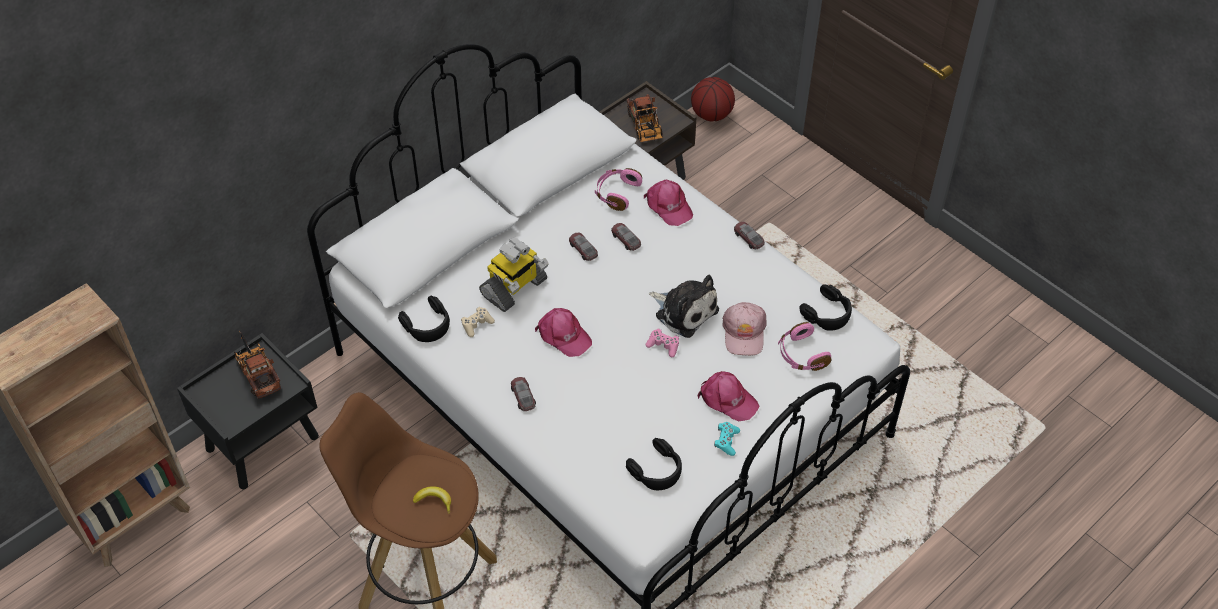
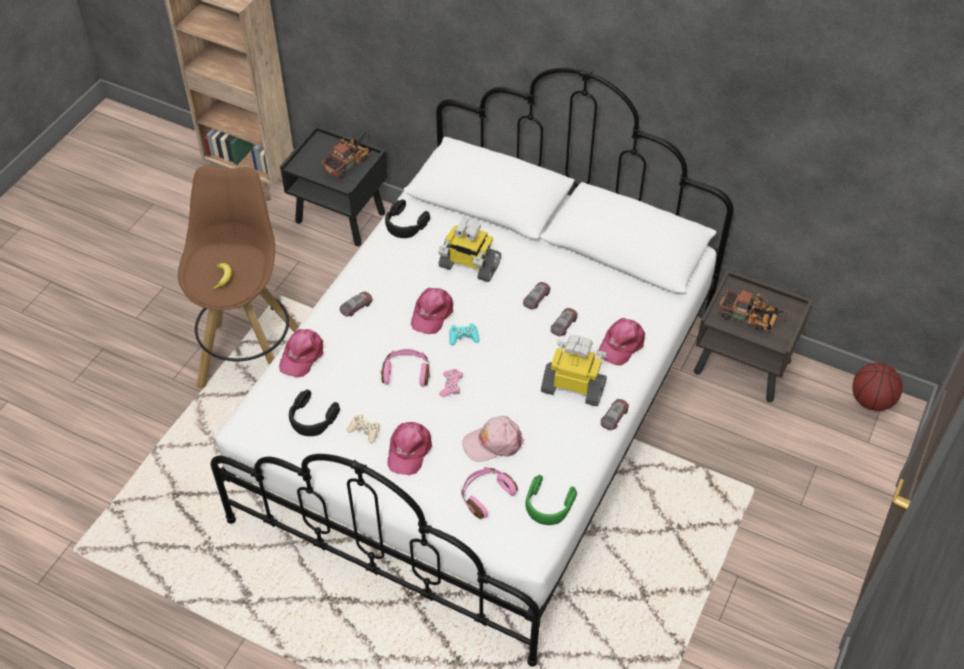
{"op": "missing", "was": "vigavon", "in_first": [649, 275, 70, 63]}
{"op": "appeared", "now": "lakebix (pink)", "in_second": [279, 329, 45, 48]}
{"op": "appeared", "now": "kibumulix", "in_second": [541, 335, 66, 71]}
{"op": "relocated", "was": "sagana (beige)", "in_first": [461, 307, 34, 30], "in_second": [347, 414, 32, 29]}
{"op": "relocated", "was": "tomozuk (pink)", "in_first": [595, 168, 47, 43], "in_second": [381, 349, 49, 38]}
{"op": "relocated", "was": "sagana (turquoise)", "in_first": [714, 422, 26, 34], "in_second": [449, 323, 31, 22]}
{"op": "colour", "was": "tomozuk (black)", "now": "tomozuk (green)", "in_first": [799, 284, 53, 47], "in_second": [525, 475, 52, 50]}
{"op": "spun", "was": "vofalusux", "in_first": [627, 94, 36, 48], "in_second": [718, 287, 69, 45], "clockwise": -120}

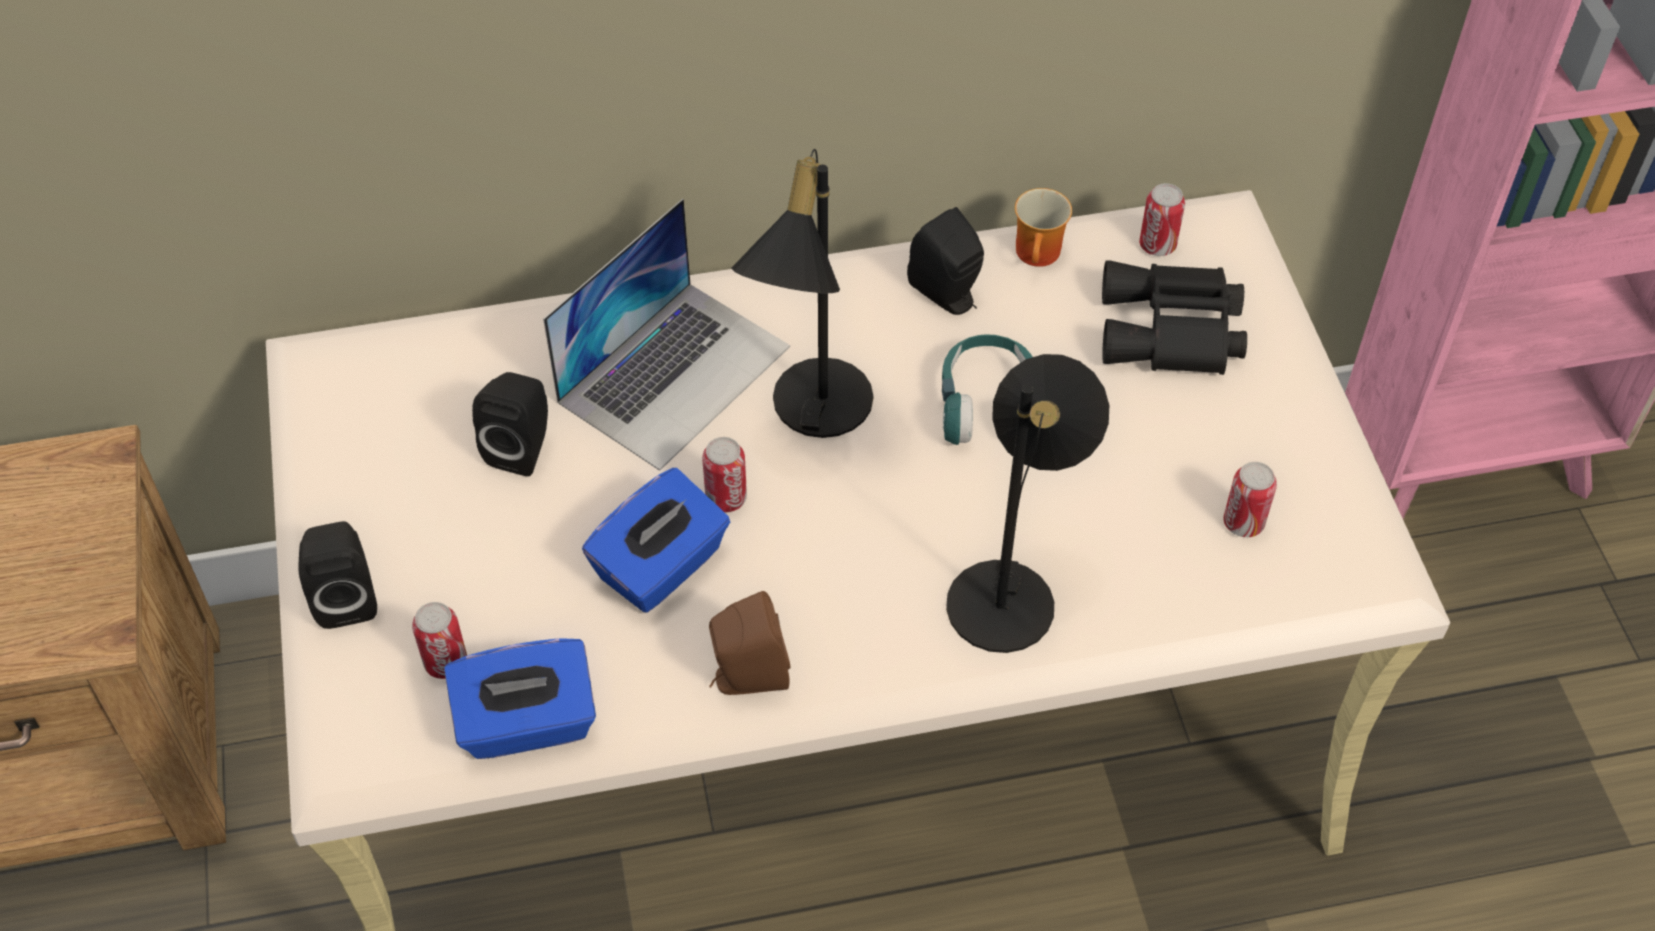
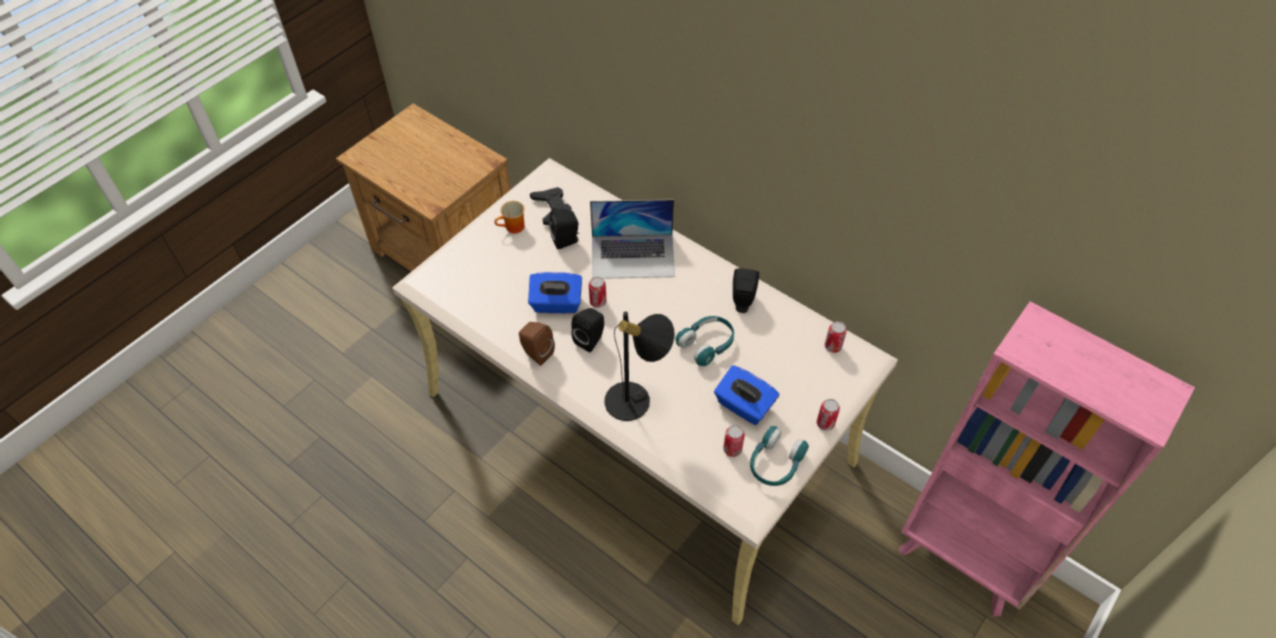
{"op": "missing", "was": "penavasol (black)", "in_first": [731, 149, 142, 289]}
{"op": "missing", "was": "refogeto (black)", "in_first": [1102, 260, 145, 115]}
{"op": "appeared", "now": "sagana (black)", "in_second": [530, 187, 42, 38]}
{"op": "appeared", "now": "tomozuk (turquoise)", "in_second": [750, 426, 59, 60]}
{"op": "relocated", "was": "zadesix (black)", "in_first": [298, 521, 79, 108], "in_second": [571, 308, 33, 45]}
{"op": "relocated", "was": "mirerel", "in_first": [412, 602, 55, 77], "in_second": [817, 399, 23, 32]}
{"op": "relocated", "was": "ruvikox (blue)", "in_first": [444, 638, 152, 121], "in_second": [714, 365, 65, 60]}
{"op": "relocated", "was": "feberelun", "in_first": [1015, 188, 57, 79], "in_second": [494, 201, 31, 33]}

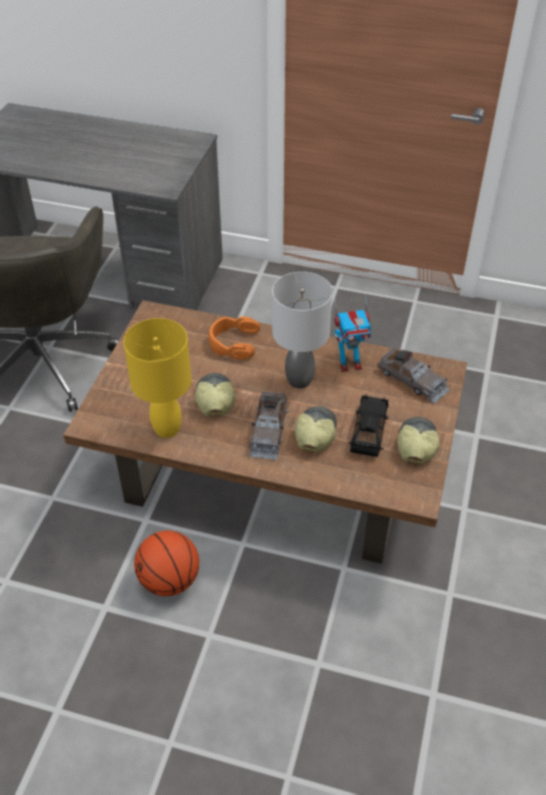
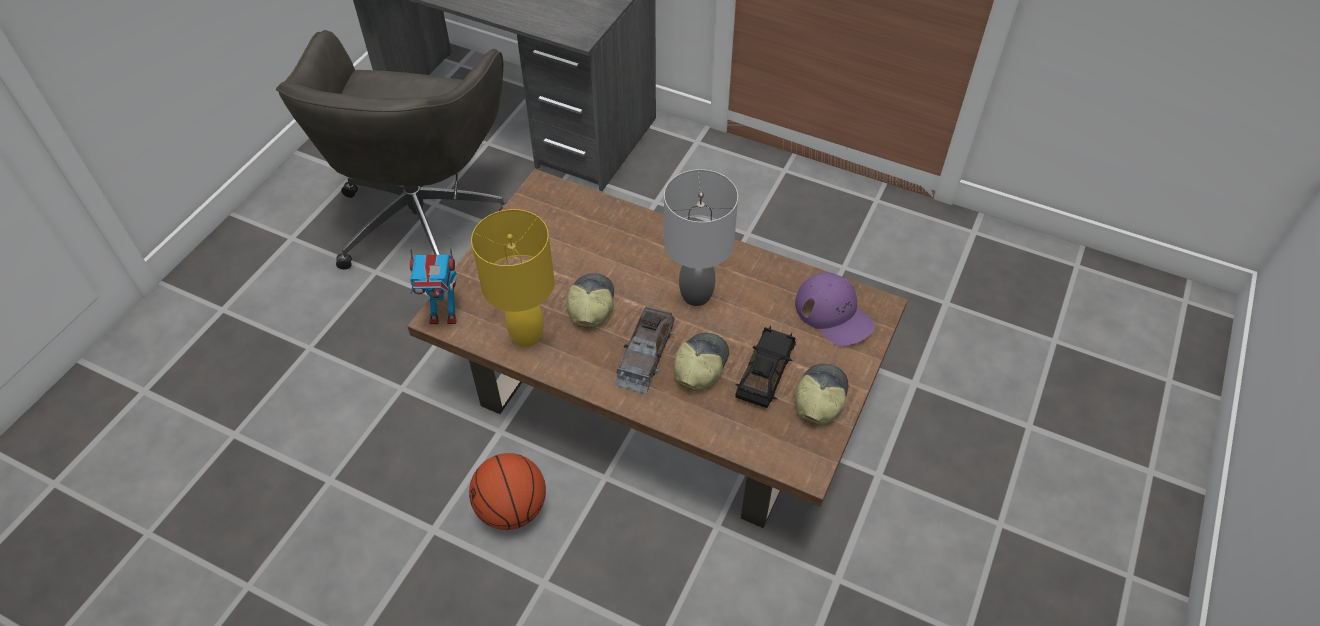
{"op": "missing", "was": "tomozuk (orange)", "in_first": [209, 316, 51, 44]}
{"op": "relocated", "was": "kibumulix", "in_first": [335, 295, 37, 77], "in_second": [409, 237, 48, 87]}
{"op": "exchanged", "was": "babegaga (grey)", "now": "lakebix (purple)", "in_first": [378, 347, 72, 57], "in_second": [795, 273, 80, 73]}

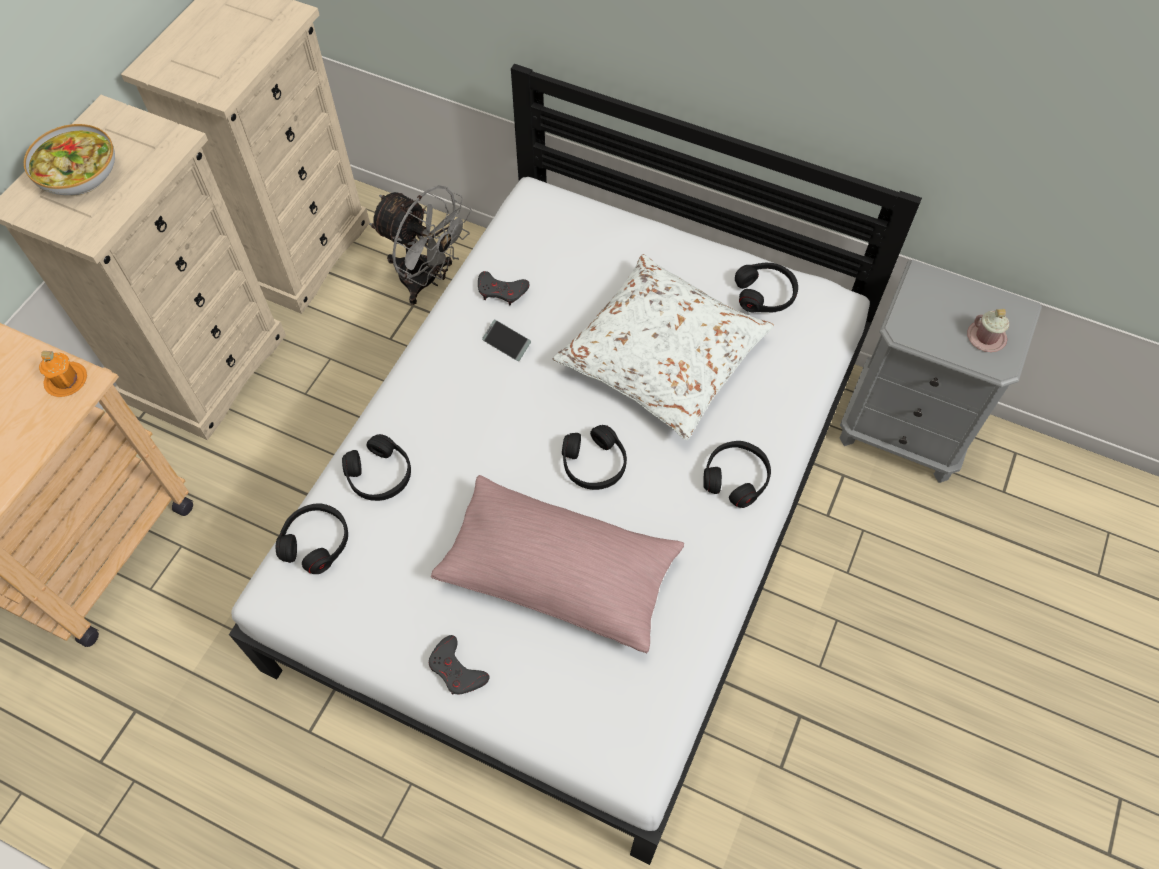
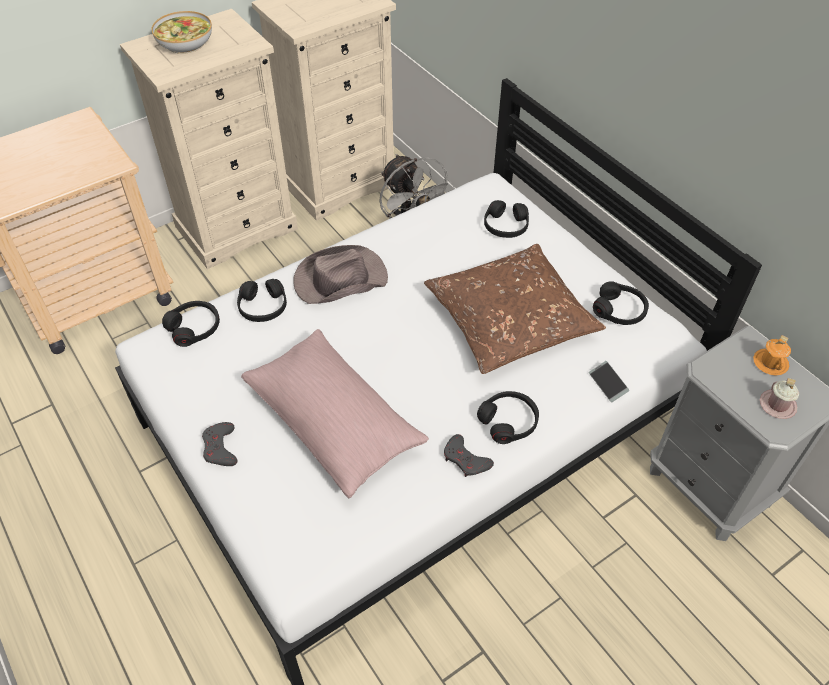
{"op": "appeared", "now": "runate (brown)", "in_second": [293, 245, 95, 59]}
{"op": "relocated", "was": "feberelun (orange)", "in_first": [39, 351, 48, 46], "in_second": [753, 335, 38, 40]}
{"op": "relocated", "was": "sagana (grey)", "in_first": [478, 271, 51, 34], "in_second": [444, 434, 50, 43]}
{"op": "relocated", "was": "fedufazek", "in_first": [482, 320, 49, 41], "in_second": [589, 361, 40, 41]}
{"op": "relocated", "was": "tomozuk (black)", "in_first": [562, 425, 65, 65], "in_second": [484, 200, 45, 38]}
{"op": "colour", "was": "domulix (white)", "now": "domulix (brown)", "in_first": [552, 254, 222, 186], "in_second": [424, 244, 182, 130]}

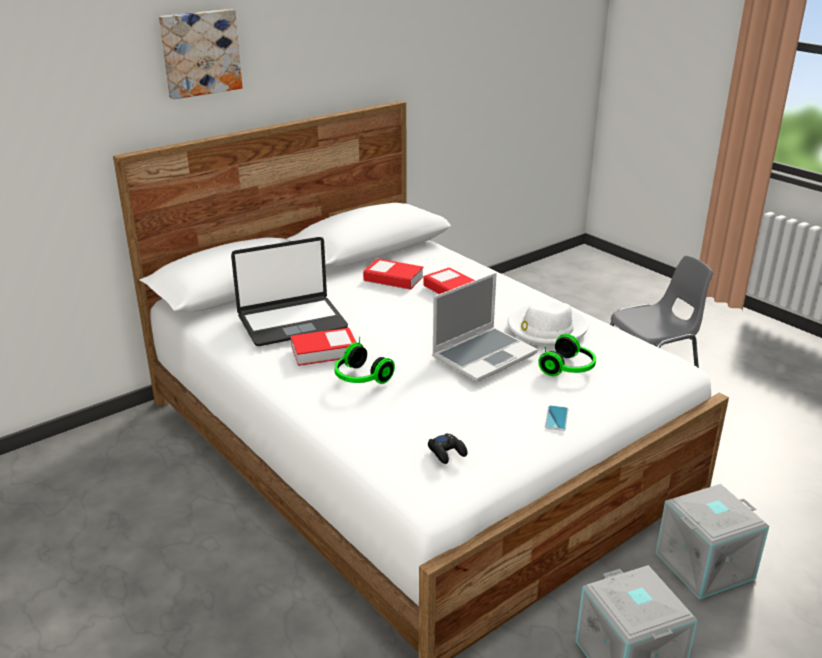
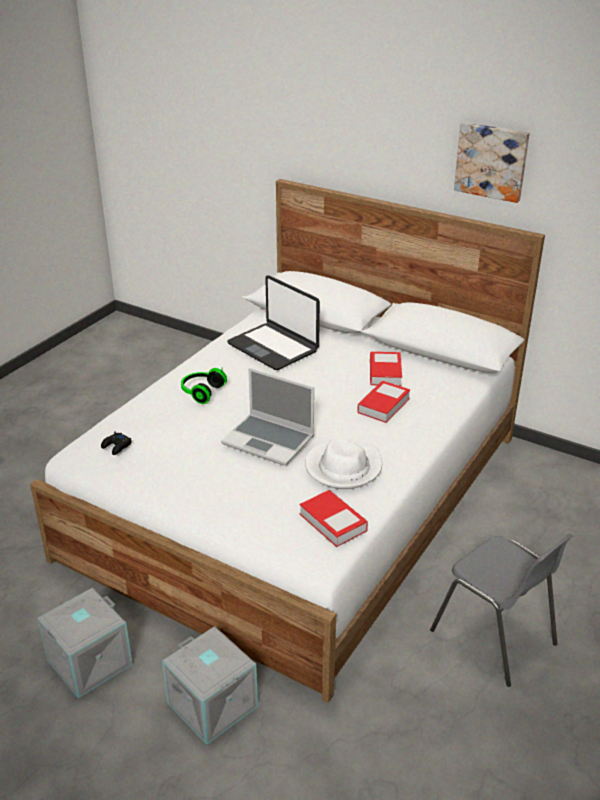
{"op": "missing", "was": "tomozuk", "in_first": [538, 334, 58, 42]}
{"op": "missing", "was": "fedufazek", "in_first": [545, 405, 23, 26]}
{"op": "relocated", "was": "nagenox", "in_first": [159, 9, 84, 90], "in_second": [454, 122, 76, 81]}
{"op": "relocated", "was": "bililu", "in_first": [291, 328, 65, 38], "in_second": [299, 490, 69, 57]}

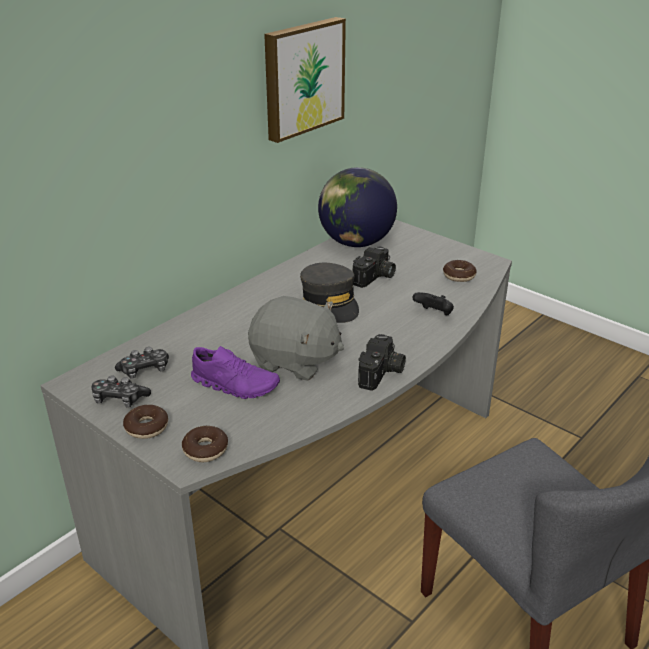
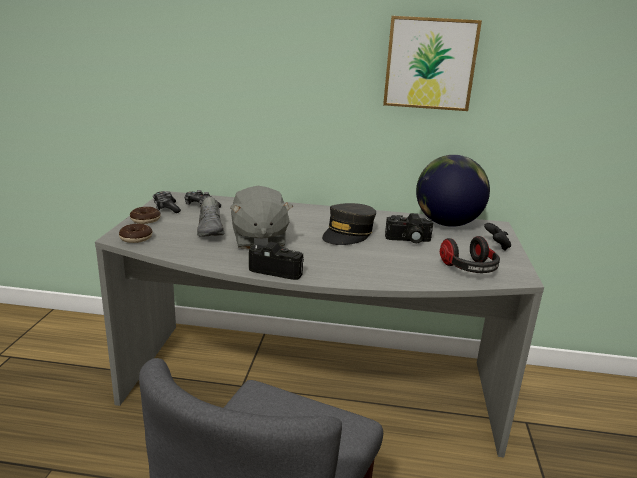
{"op": "relocated", "was": "sagana (black)", "in_first": [412, 292, 42, 23], "in_second": [484, 223, 27, 28]}
{"op": "exchanged", "was": "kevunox", "now": "tomozuk", "in_first": [443, 260, 34, 22], "in_second": [440, 236, 60, 37]}
{"op": "colour", "was": "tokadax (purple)", "now": "tokadax (grey)", "in_first": [191, 346, 89, 53], "in_second": [197, 197, 27, 40]}
{"op": "spun", "was": "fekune", "in_first": [358, 334, 48, 57], "in_second": [249, 242, 55, 38], "clockwise": -150}

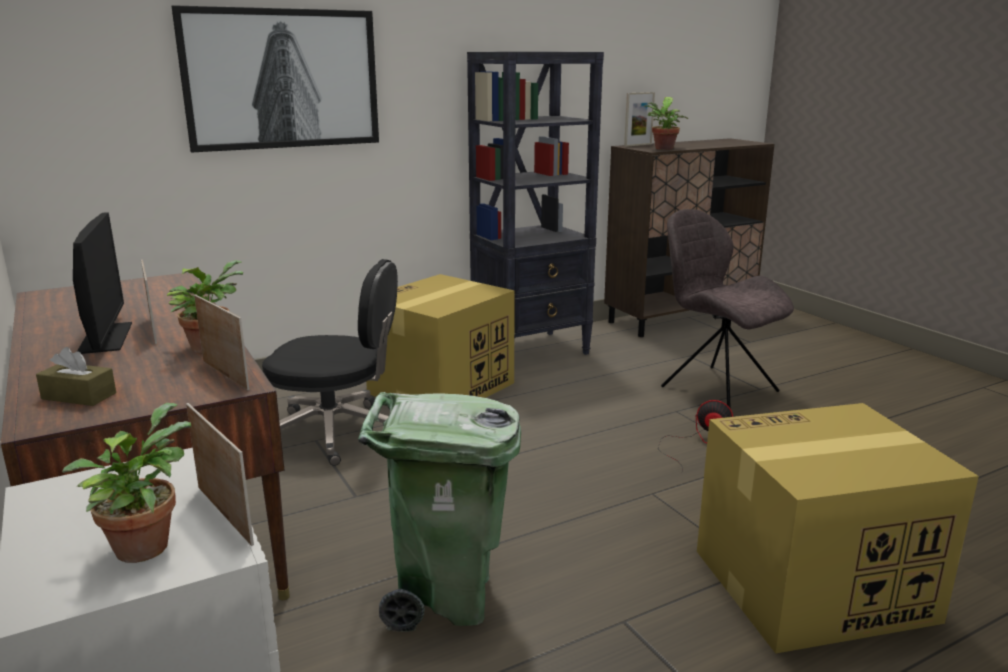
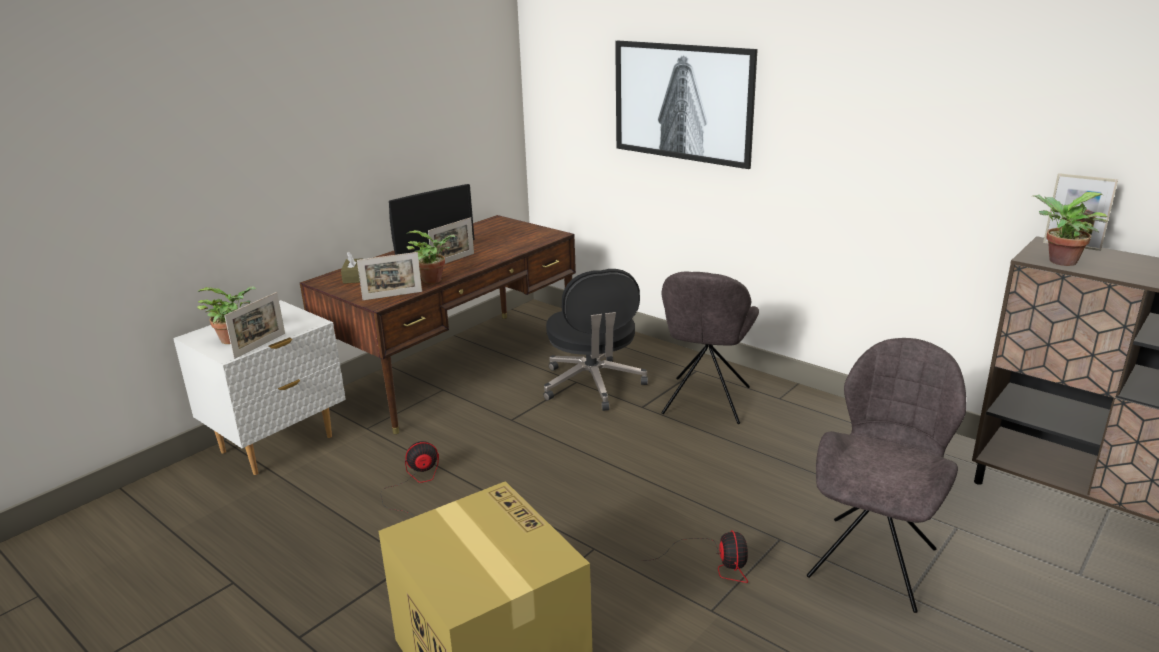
{"op": "missing", "was": "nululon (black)", "in_first": [467, 52, 137, 303]}
{"op": "exchanged", "was": "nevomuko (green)", "now": "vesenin", "in_first": [358, 392, 163, 240], "in_second": [381, 441, 58, 74]}
{"op": "exchanged", "was": "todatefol", "now": "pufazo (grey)", "in_first": [366, 274, 149, 124], "in_second": [661, 272, 98, 152]}
{"op": "spun", "was": "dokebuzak", "in_first": [194, 294, 56, 96], "in_second": [357, 252, 65, 48], "clockwise": 45}

